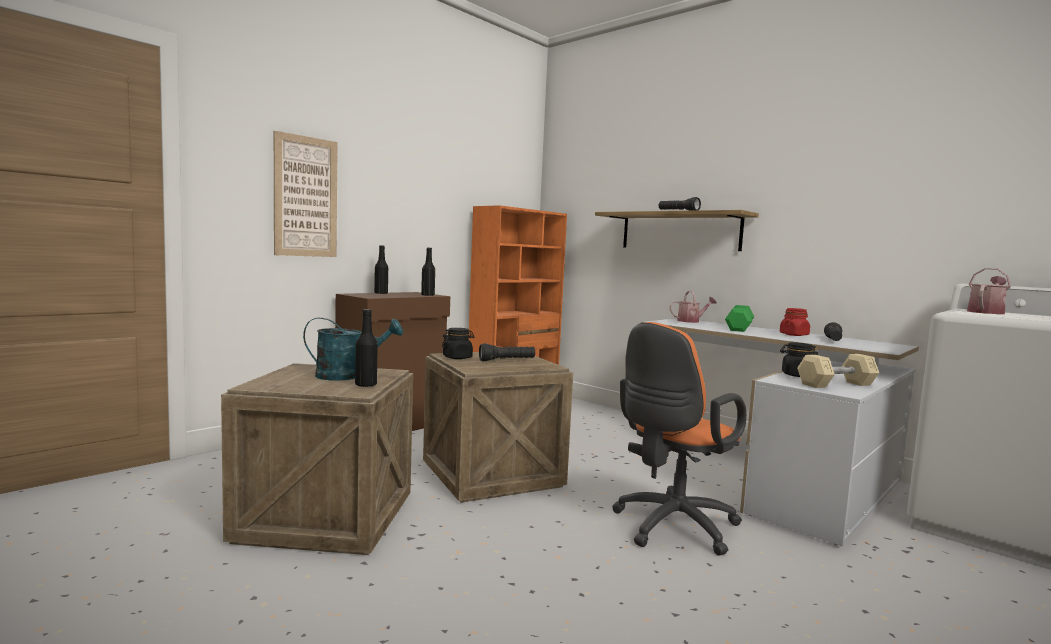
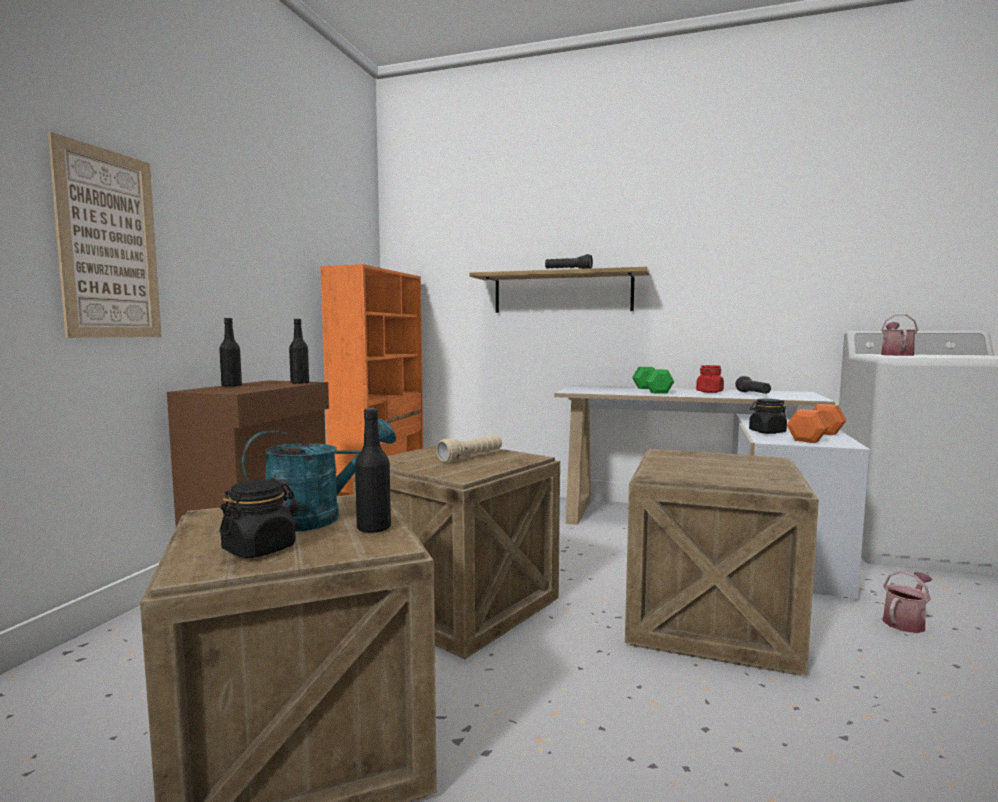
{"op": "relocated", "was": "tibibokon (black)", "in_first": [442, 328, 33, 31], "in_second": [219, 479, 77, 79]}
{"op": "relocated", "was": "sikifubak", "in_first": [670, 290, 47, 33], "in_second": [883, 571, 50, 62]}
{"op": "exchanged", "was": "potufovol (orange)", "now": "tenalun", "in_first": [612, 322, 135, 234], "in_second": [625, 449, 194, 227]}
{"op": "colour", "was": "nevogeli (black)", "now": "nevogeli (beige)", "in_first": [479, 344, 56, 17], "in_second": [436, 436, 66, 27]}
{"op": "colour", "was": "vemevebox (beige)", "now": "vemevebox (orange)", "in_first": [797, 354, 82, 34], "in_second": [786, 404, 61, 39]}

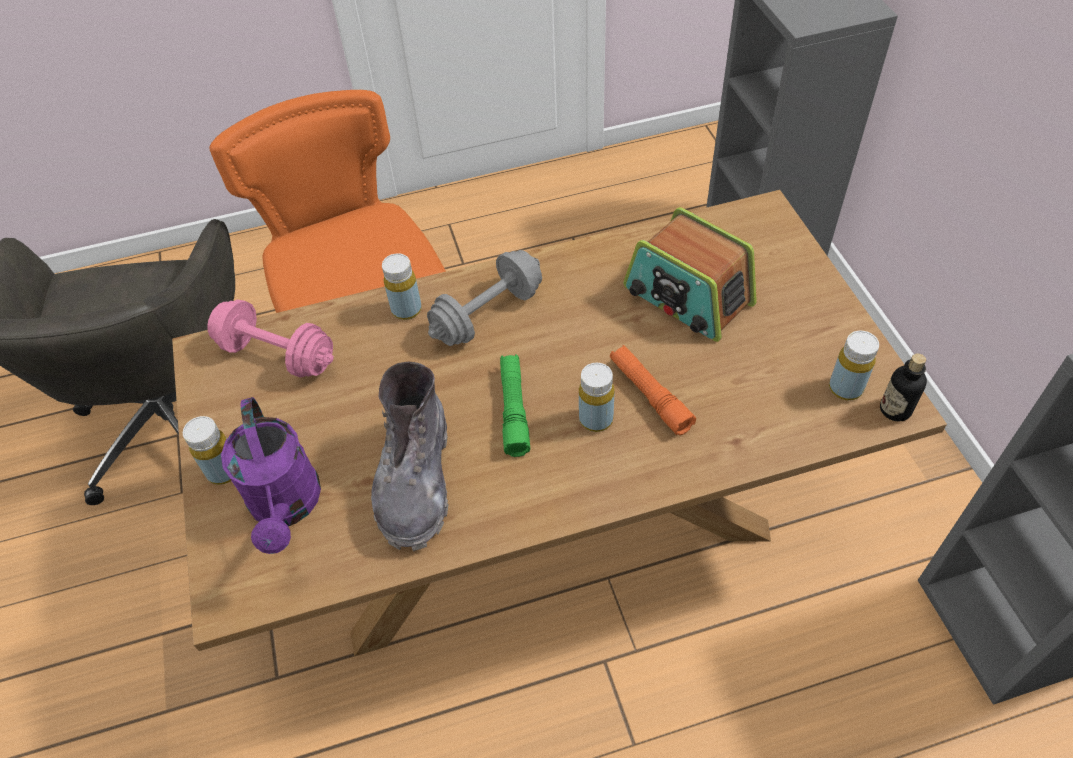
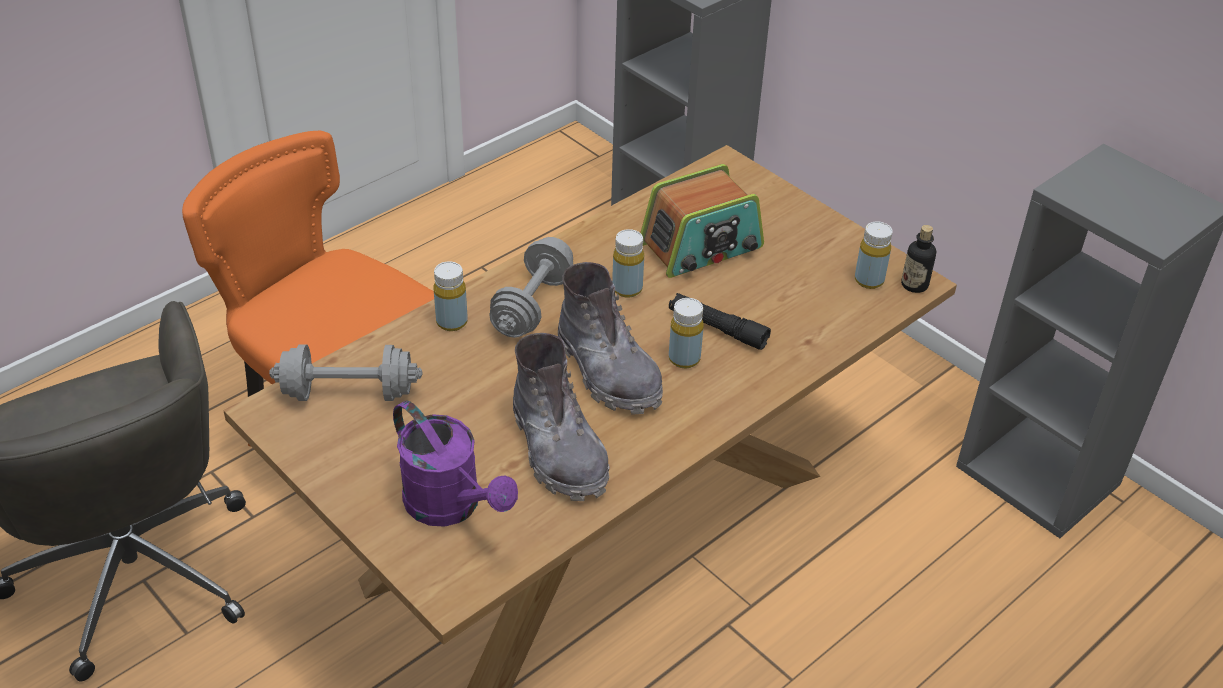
{"op": "relocated", "was": "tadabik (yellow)", "in_first": [183, 416, 48, 69], "in_second": [612, 229, 32, 69]}
{"op": "exchanged", "was": "nevogeli (green)", "now": "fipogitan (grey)", "in_first": [500, 354, 30, 103], "in_second": [558, 262, 105, 153]}
{"op": "colour", "was": "vemevebox (pink)", "now": "vemevebox (grey)", "in_first": [208, 300, 126, 78], "in_second": [269, 344, 154, 57]}
{"op": "colour", "was": "nevogeli (orange)", "now": "nevogeli (black)", "in_first": [610, 345, 86, 90], "in_second": [669, 293, 102, 57]}
{"op": "spun", "was": "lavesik", "in_first": [623, 207, 134, 135], "in_second": [640, 164, 124, 114], "clockwise": -45}

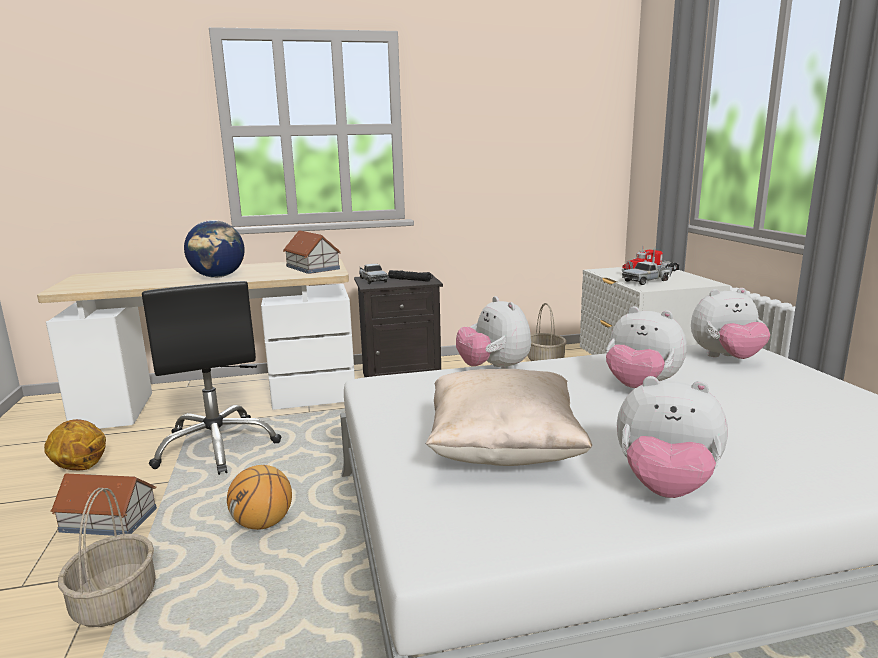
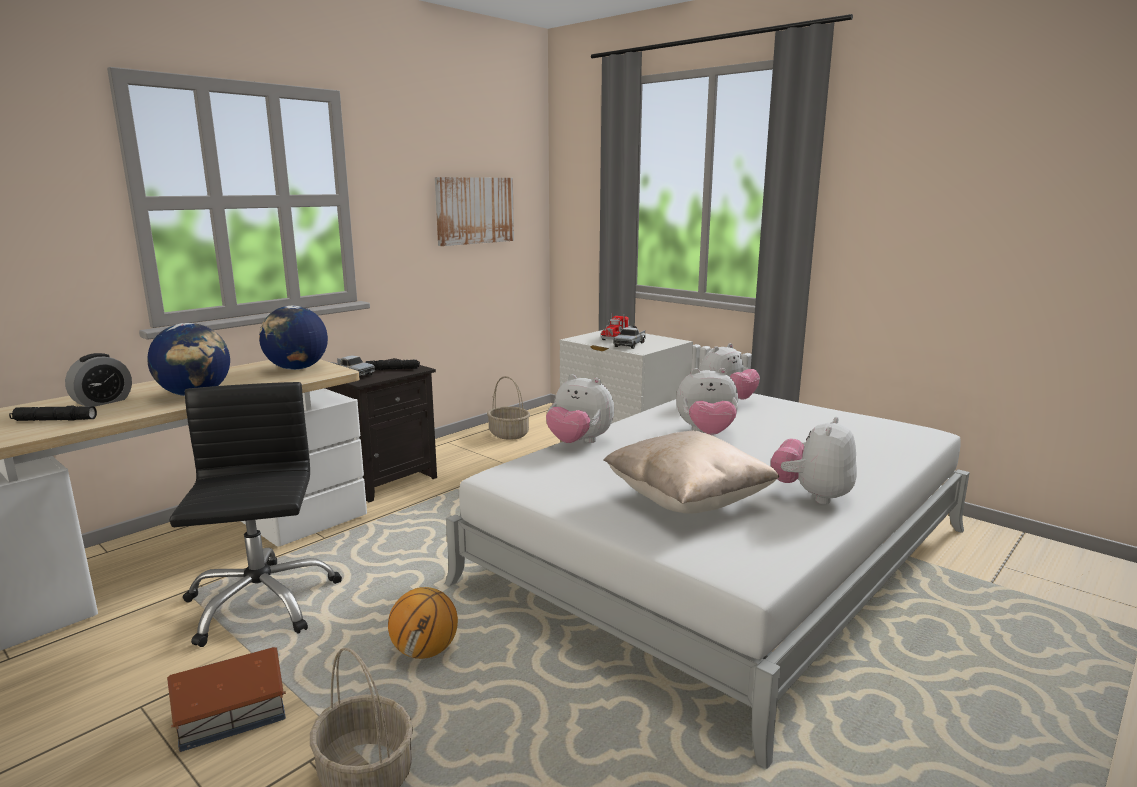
{"op": "missing", "was": "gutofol", "in_first": [44, 419, 62, 51]}
{"op": "appeared", "now": "nevogeli (black)", "in_second": [9, 406, 88, 15]}
{"op": "appeared", "now": "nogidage", "in_second": [65, 353, 67, 54]}
{"op": "appeared", "now": "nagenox", "in_second": [435, 177, 79, 69]}
{"op": "exchanged", "was": "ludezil", "now": "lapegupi", "in_first": [283, 230, 57, 44], "in_second": [259, 306, 69, 64]}
{"op": "spun", "was": "potufovol (black)", "in_first": [142, 281, 139, 194], "in_second": [169, 382, 173, 265], "clockwise": -135}
{"op": "spun", "was": "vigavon", "in_first": [617, 376, 111, 122], "in_second": [771, 417, 86, 87], "clockwise": 135}

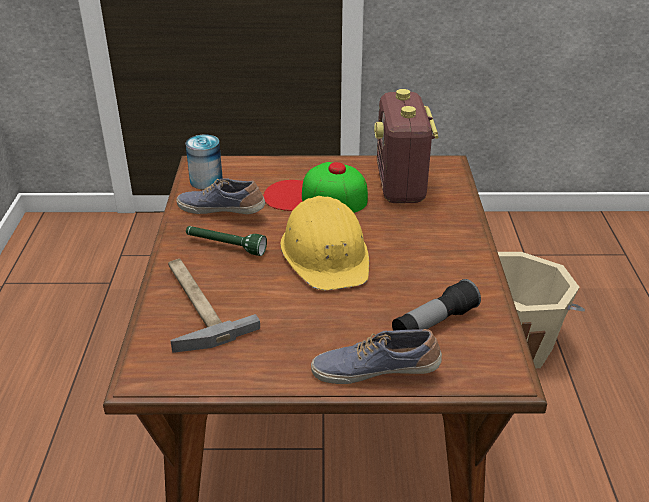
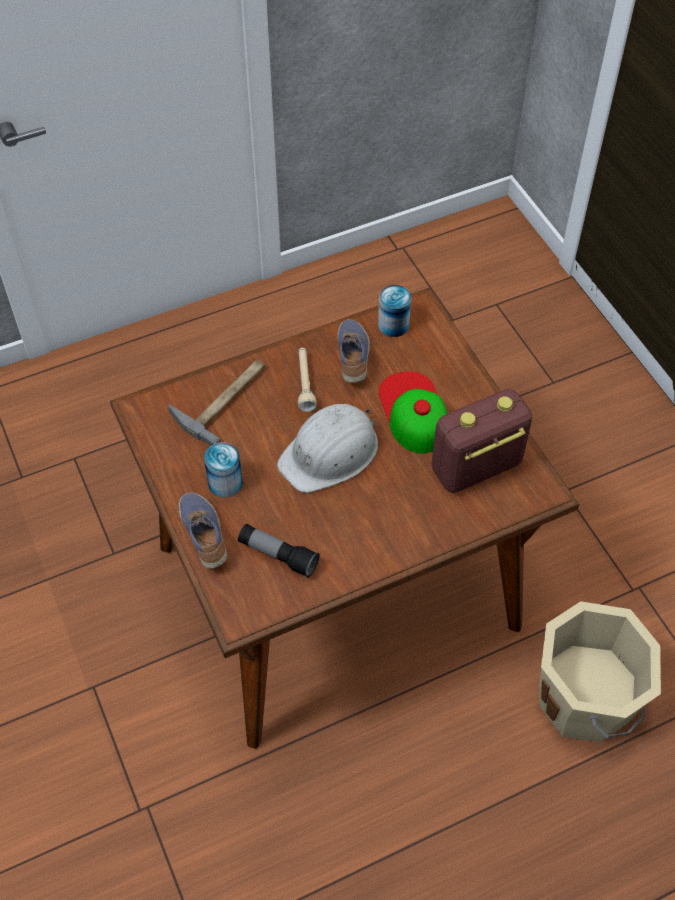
{"op": "appeared", "now": "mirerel", "in_second": [204, 442, 39, 56]}
{"op": "colour", "was": "nevogeli (green)", "now": "nevogeli (beige)", "in_first": [186, 226, 81, 30], "in_second": [298, 348, 19, 64]}
{"op": "colour", "was": "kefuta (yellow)", "now": "kefuta (white)", "in_first": [280, 196, 89, 94], "in_second": [277, 404, 101, 89]}

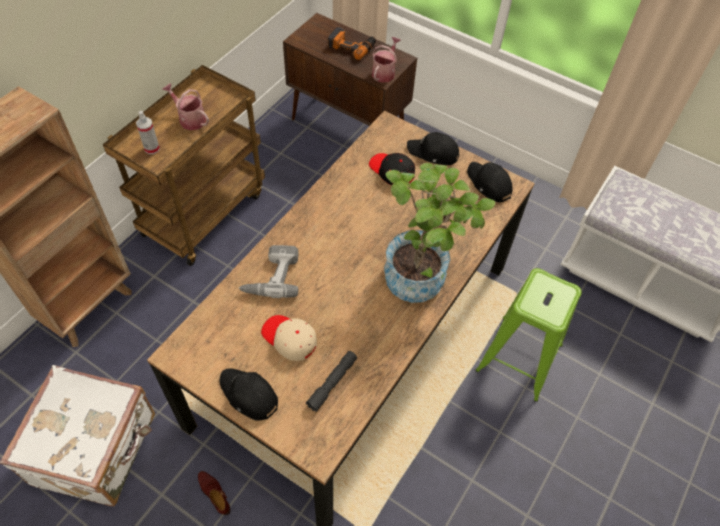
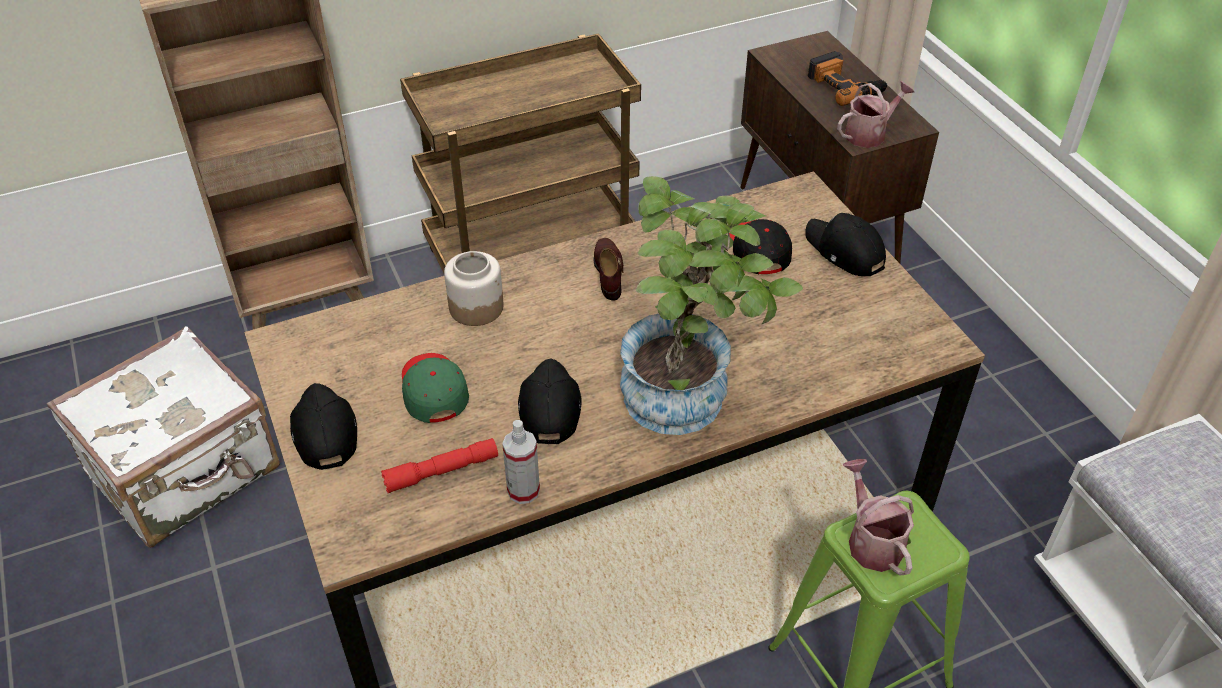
{"op": "relocated", "was": "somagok", "in_first": [136, 111, 24, 43], "in_second": [502, 420, 38, 84]}
{"op": "relocated", "was": "sikifubak", "in_first": [162, 83, 47, 47], "in_second": [843, 459, 71, 117]}
{"op": "relocated", "was": "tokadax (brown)", "in_first": [198, 471, 32, 44], "in_second": [593, 238, 30, 63]}
{"op": "relocated", "was": "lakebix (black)", "in_first": [467, 162, 46, 40], "in_second": [518, 358, 64, 86]}
{"op": "exchanged", "was": "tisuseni", "now": "tibibokon", "in_first": [239, 245, 60, 53], "in_second": [444, 251, 60, 75]}
{"op": "colour", "was": "lakebix (beige)", "now": "lakebix (green)", "in_first": [261, 315, 56, 46], "in_second": [402, 353, 67, 70]}
{"op": "colour", "was": "nevogeli (grey)", "now": "nevogeli (red)", "in_first": [306, 351, 51, 61], "in_second": [381, 438, 117, 55]}

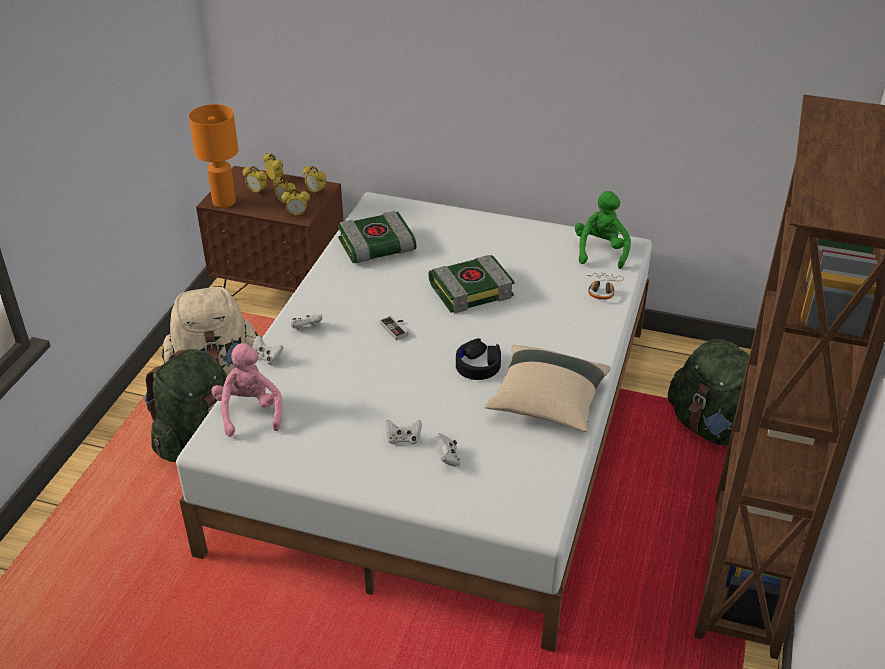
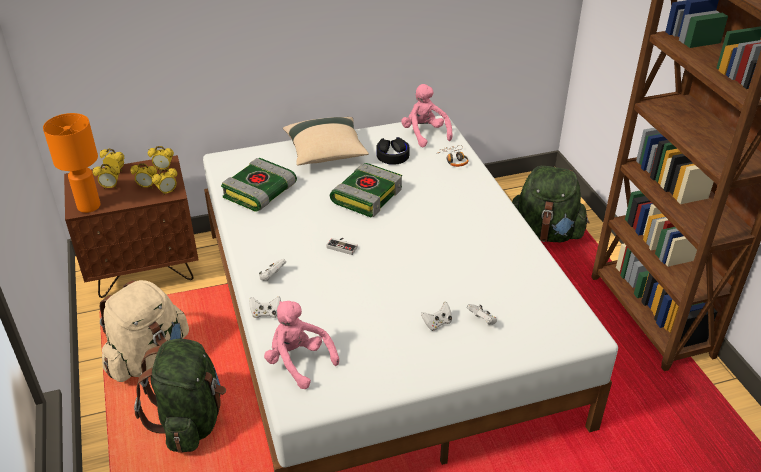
{"op": "relocated", "was": "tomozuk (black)", "in_first": [456, 338, 45, 42], "in_second": [376, 137, 34, 28]}
{"op": "relocated", "was": "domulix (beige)", "in_first": [485, 345, 126, 87], "in_second": [283, 117, 86, 49]}
{"op": "colour", "was": "vigavon (green)", "now": "vigavon (pink)", "in_first": [575, 191, 56, 78], "in_second": [401, 84, 52, 63]}

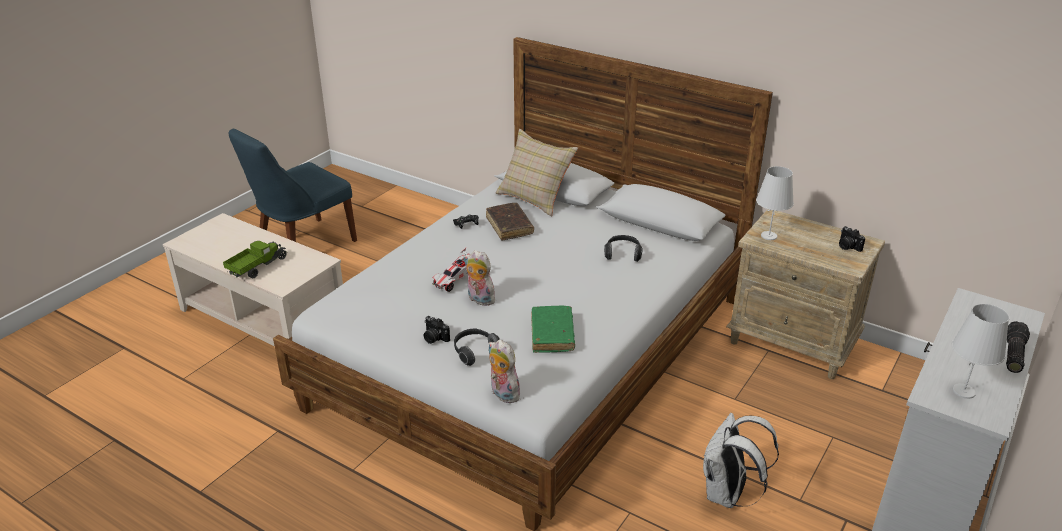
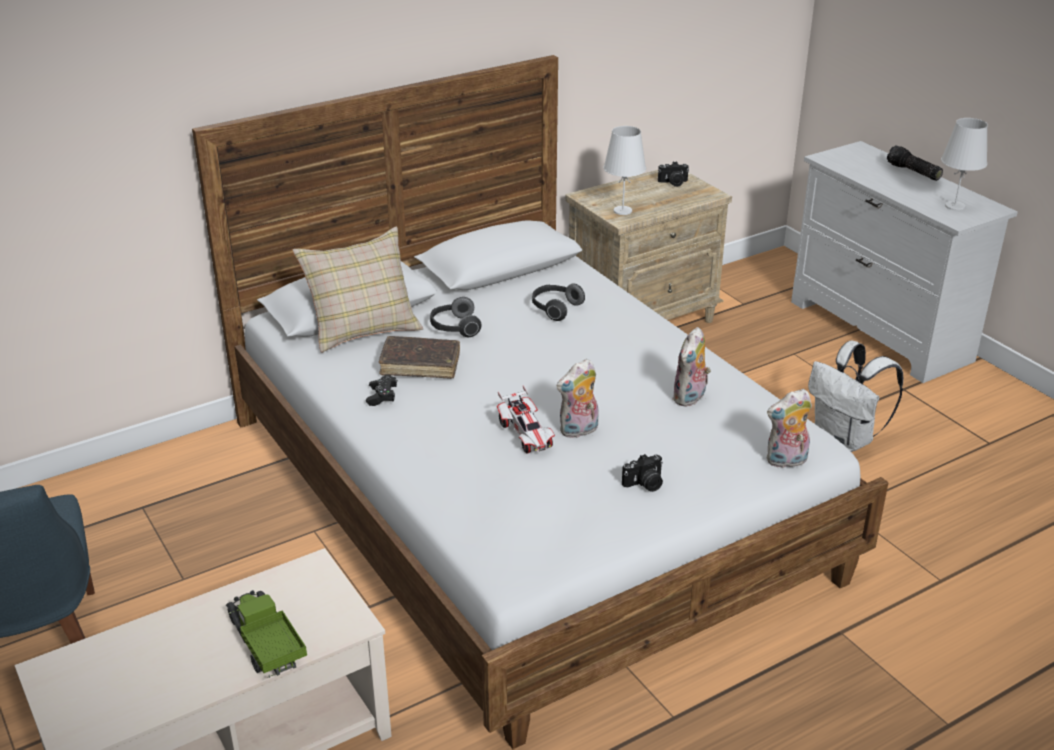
{"op": "relocated", "was": "tomozuk", "in_first": [454, 329, 46, 37], "in_second": [430, 297, 52, 40]}
{"op": "exchanged", "was": "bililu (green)", "now": "vigavon", "in_first": [531, 306, 44, 47], "in_second": [672, 327, 39, 80]}

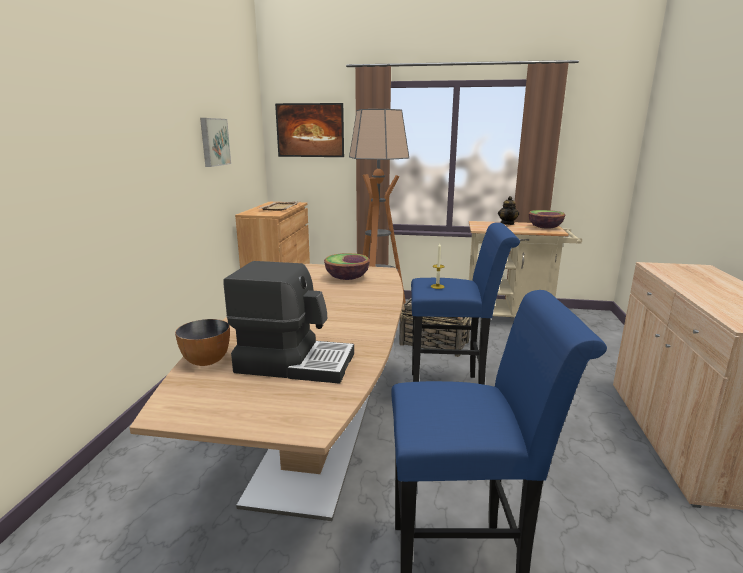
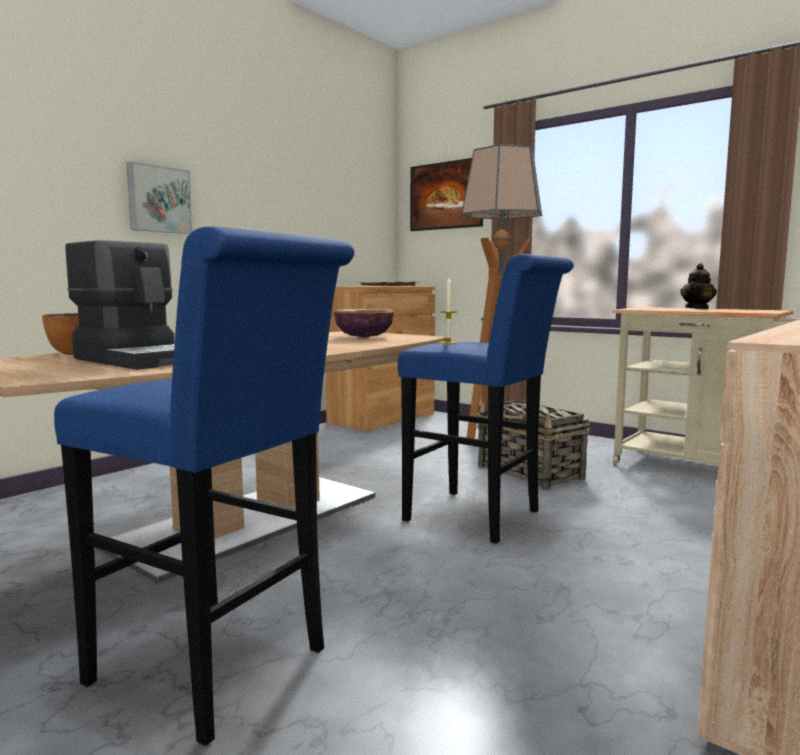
{"op": "missing", "was": "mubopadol", "in_first": [529, 210, 36, 19]}
{"op": "relocated", "was": "nagenox", "in_first": [200, 118, 31, 49], "in_second": [126, 161, 67, 73]}

